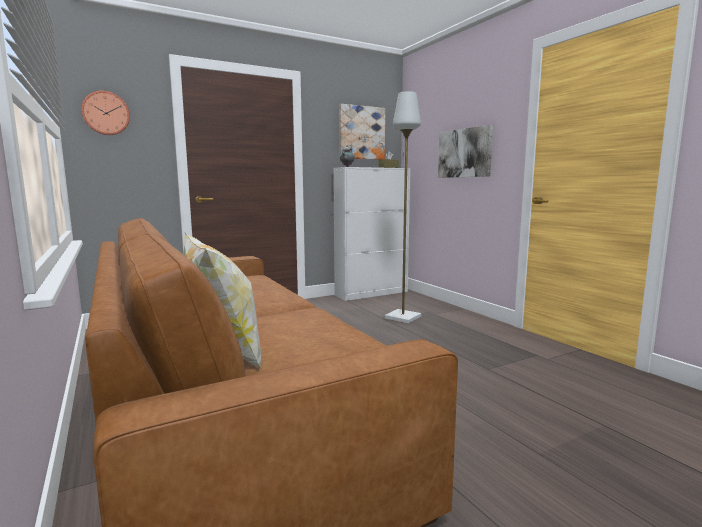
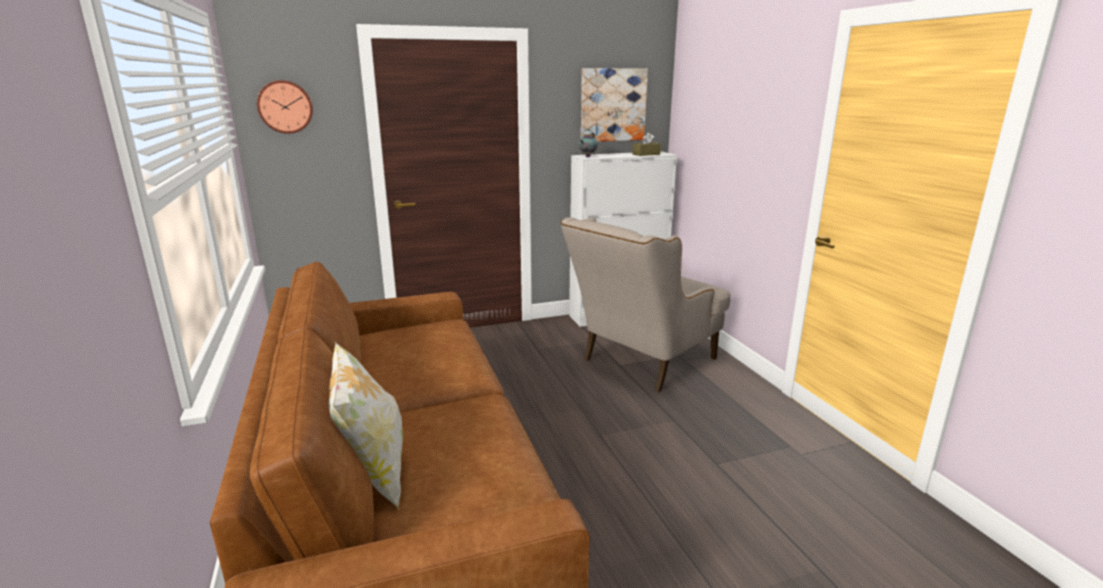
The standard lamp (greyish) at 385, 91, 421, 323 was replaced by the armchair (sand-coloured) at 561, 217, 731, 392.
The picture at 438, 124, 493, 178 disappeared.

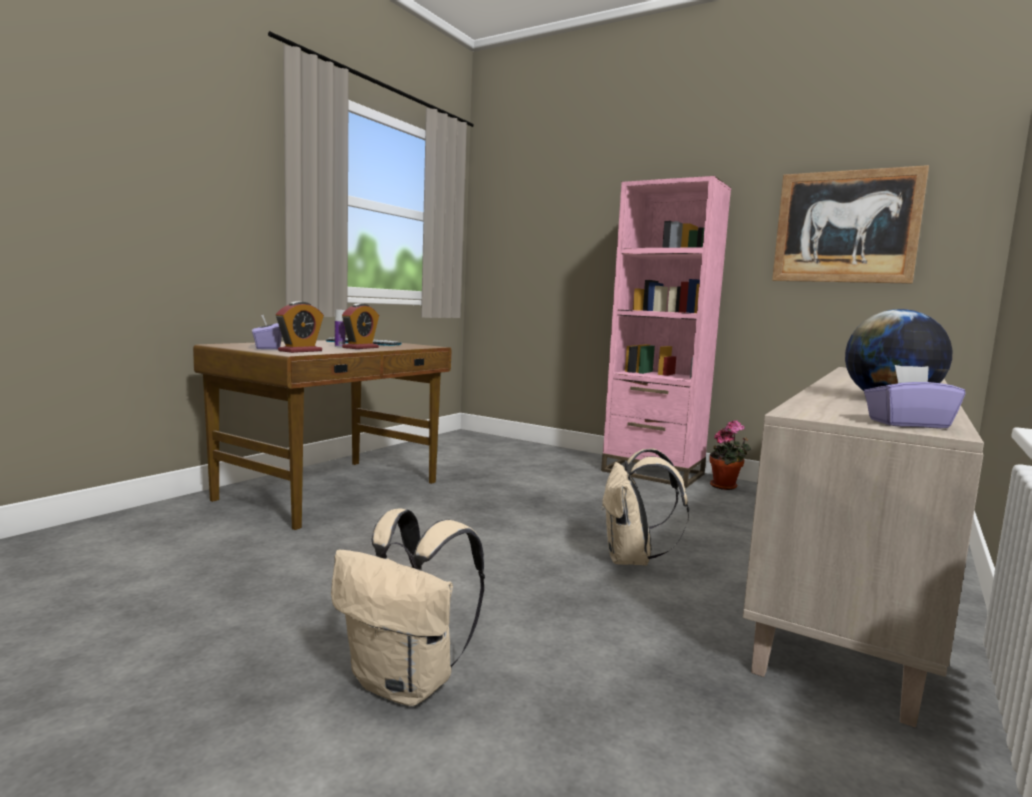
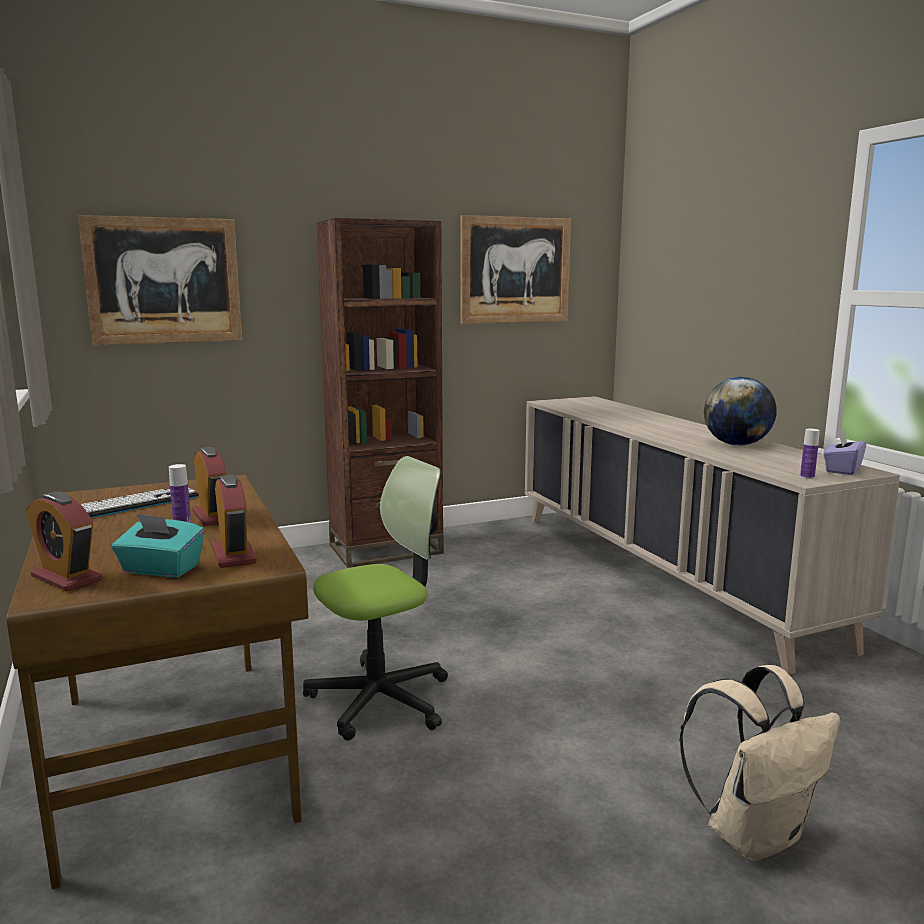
The shelving unit (pink-coloured) at 601, 176, 731, 488 became the shelving unit (brown-coloured) at 316, 218, 444, 568.
The tissue box (purple) at 252, 315, 282, 349 became the tissue box (turquoise) at 112, 514, 204, 577.
The houseplant at 709, 420, 751, 490 disappeared.
The rucksack (sand-coloured) at 601, 448, 689, 566 disappeared.
The picture at 78, 215, 242, 345 appeared.
The beverage bottle at 800, 429, 820, 479 appeared.
The office chair at 303, 456, 448, 741 appeared.
The bedside clock at 26, 492, 103, 592 appeared.

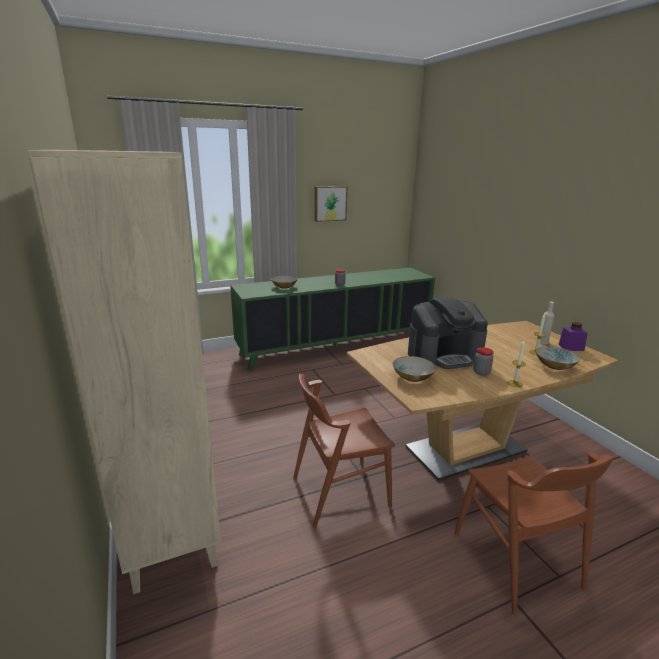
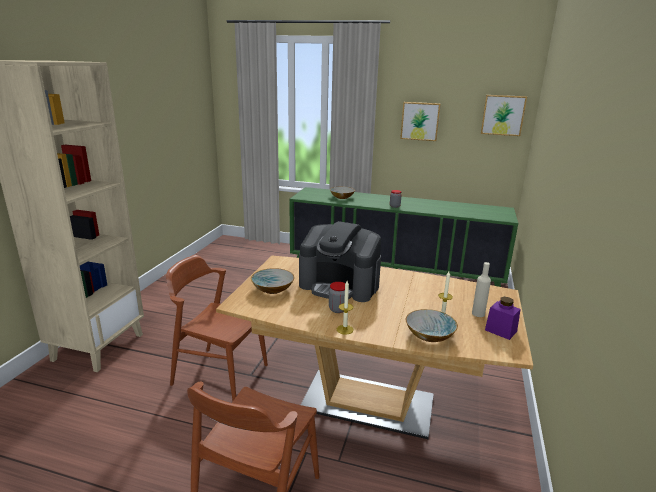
The picture at 481, 95, 527, 136 appeared.

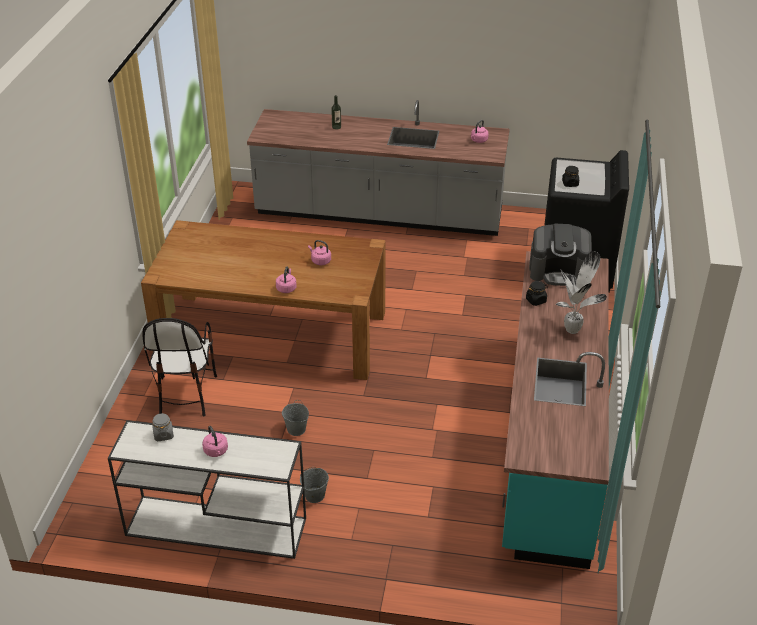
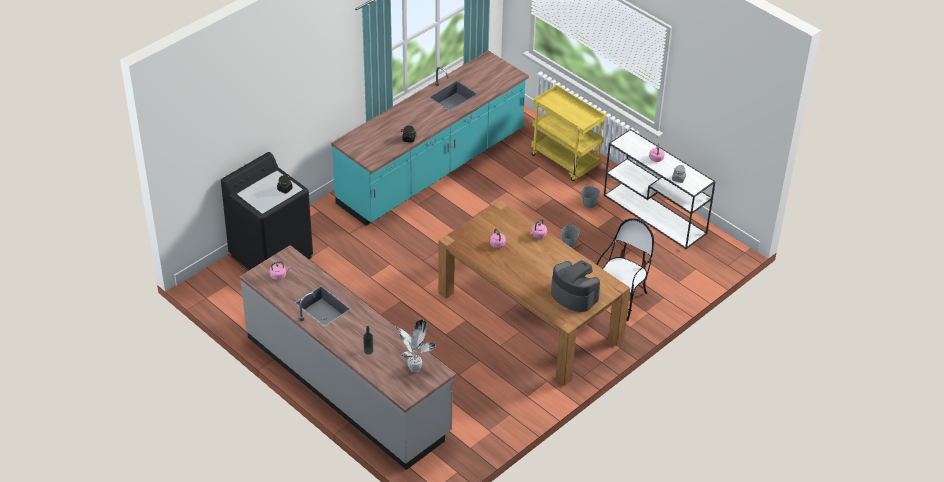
The coffee maker moved from 529, 224, 592, 286 to 551, 260, 600, 312.
The houseplant moved from 556, 251, 607, 334 to 396, 320, 435, 372.
The wheeled cart (yellow-coloured) at 531, 85, 606, 181 appeared.

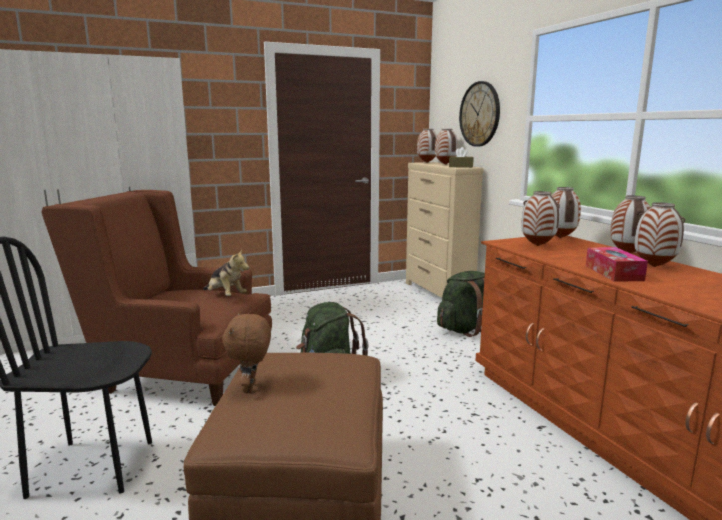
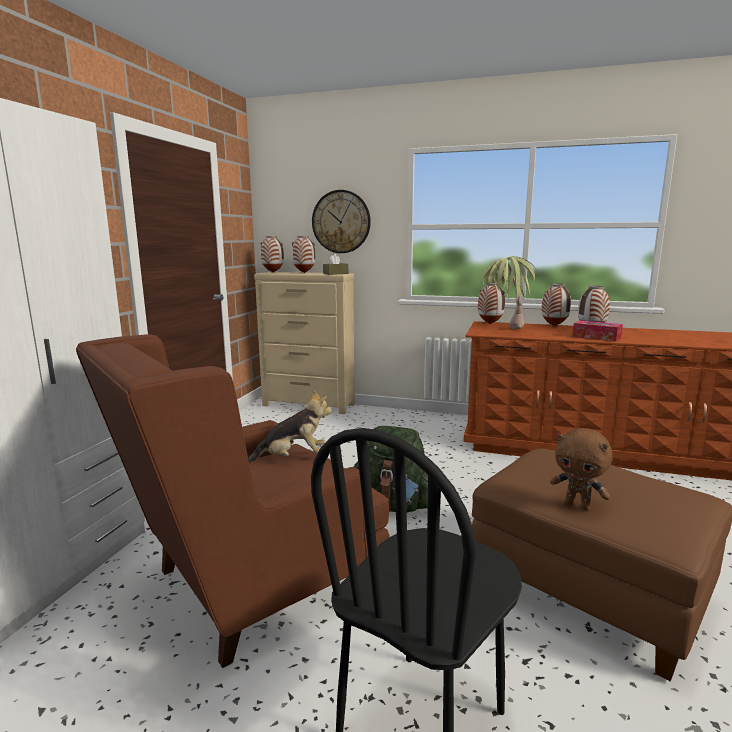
The flower vase at 521, 191, 560, 246 was replaced by the houseplant at 482, 256, 539, 329.
The rucksack (green-coloured) at 437, 271, 485, 337 disappeared.

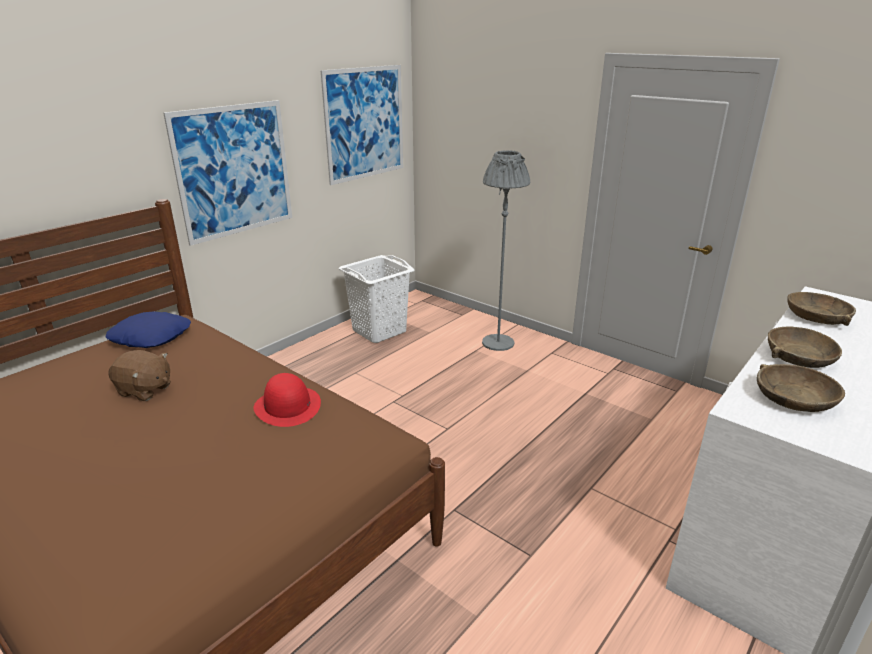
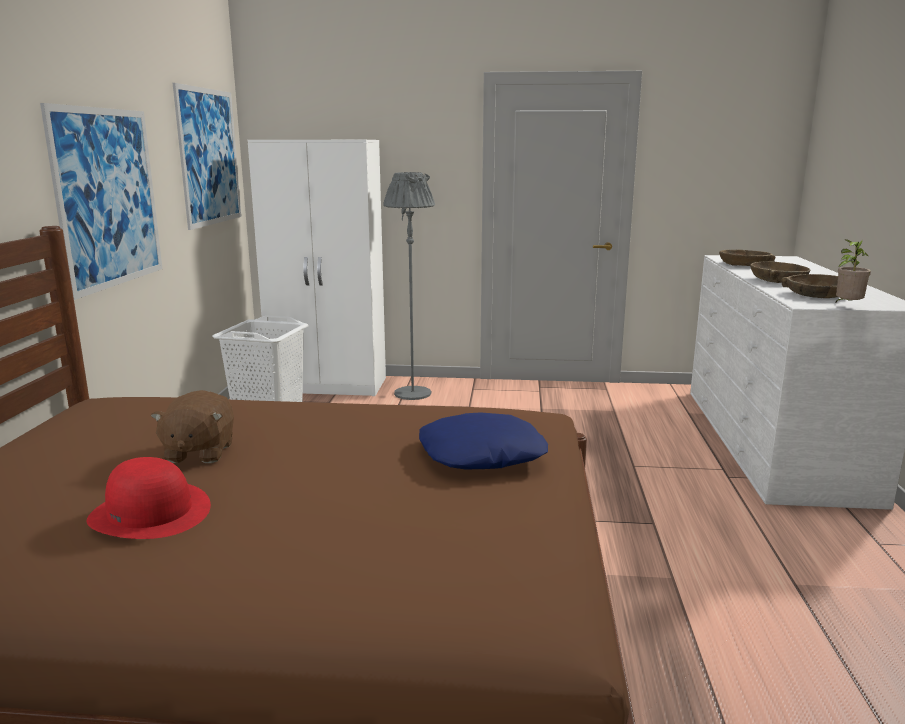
The pillow (blue-coloured) moved from 106, 312, 191, 348 to 419, 412, 548, 470.
The plush toy (brown-coloured) at 108, 350, 171, 401 turned 105 degrees clockwise.
The clothing hat (red-coloured) moved from 253, 373, 321, 427 to 87, 457, 211, 539.
The armoire (whitish) at 248, 140, 386, 396 appeared.
The houseplant at 836, 239, 871, 302 appeared.

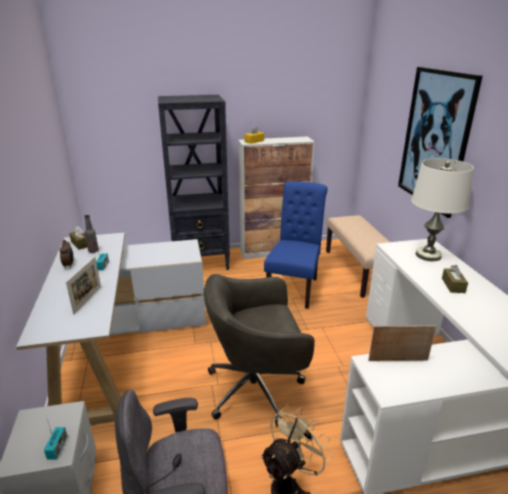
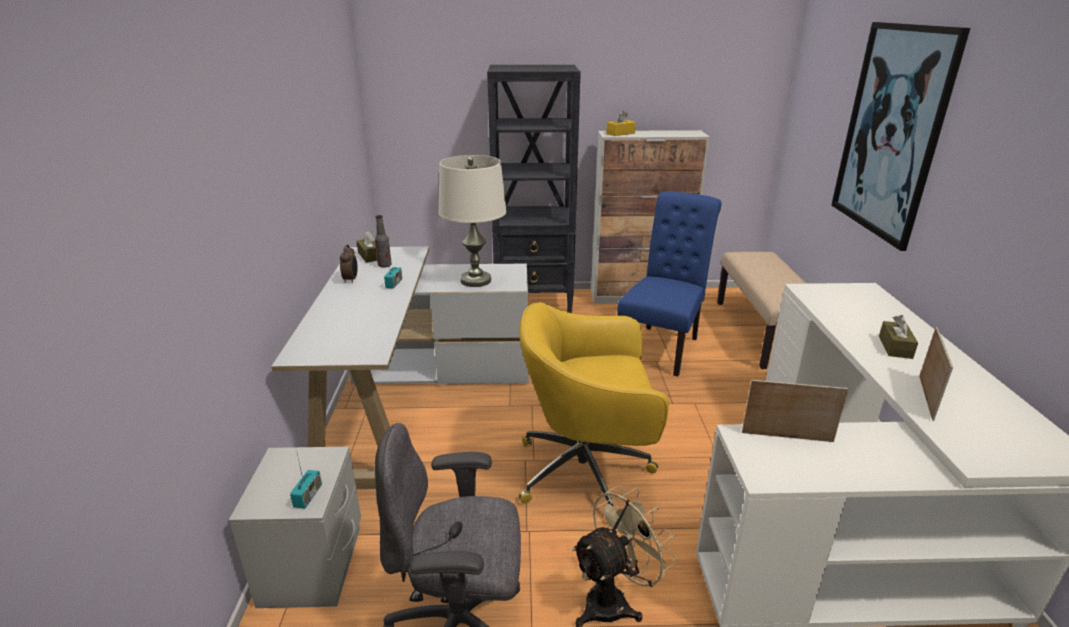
The tabletop lamp (whitish) moved from 411, 158, 474, 261 to 438, 155, 507, 287.
The photo frame moved from 66, 257, 101, 315 to 919, 327, 953, 421.
The office chair (greyish) at 204, 274, 315, 427 became the office chair (yellow-coloured) at 519, 302, 669, 506.

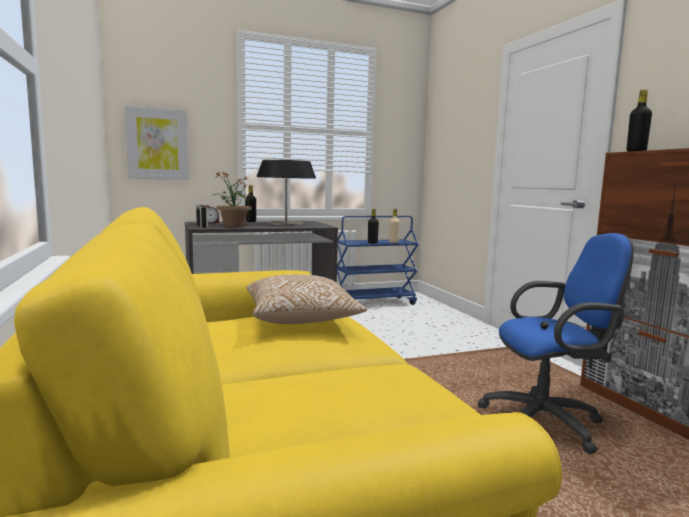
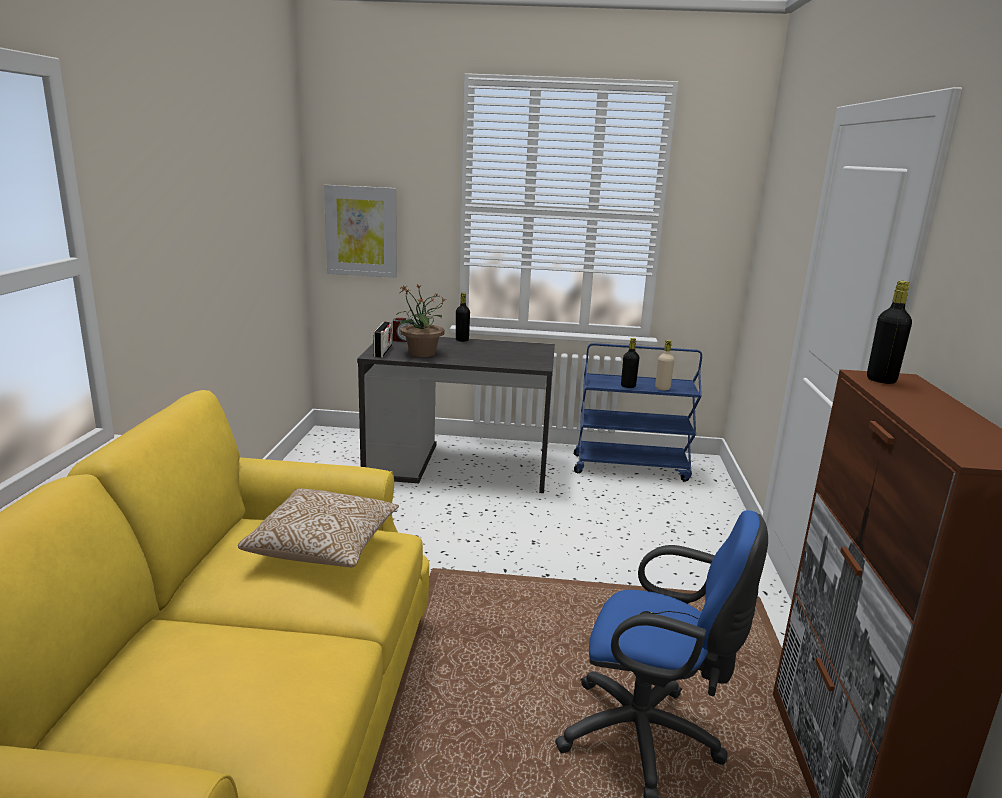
The tabletop lamp at 257, 160, 316, 225 disappeared.

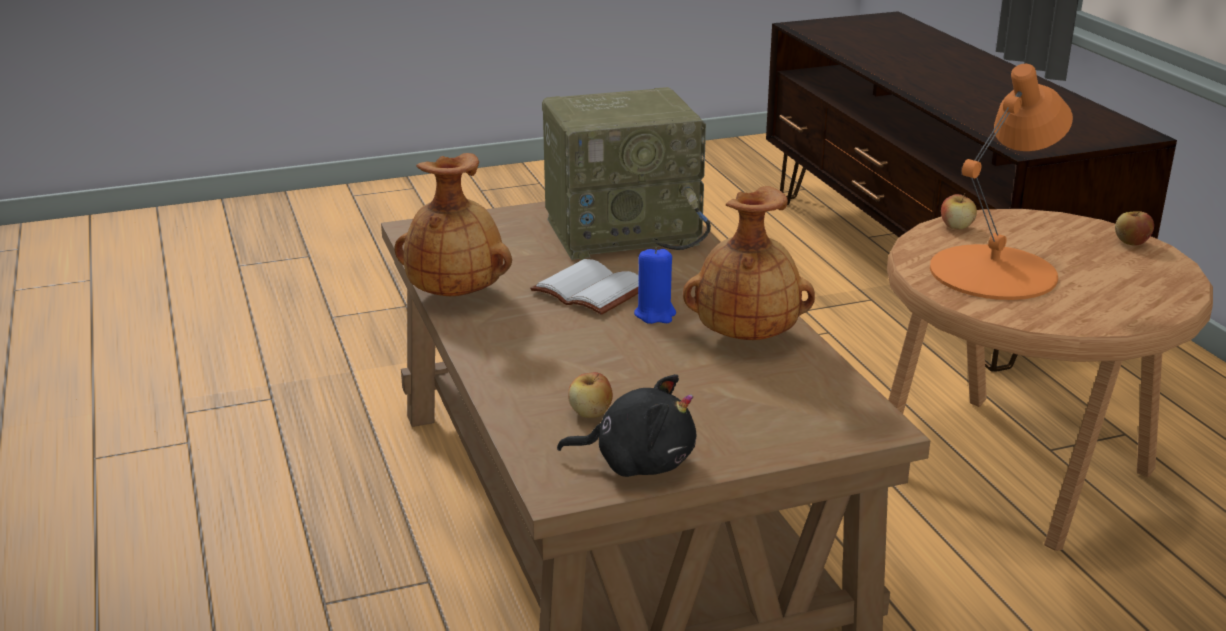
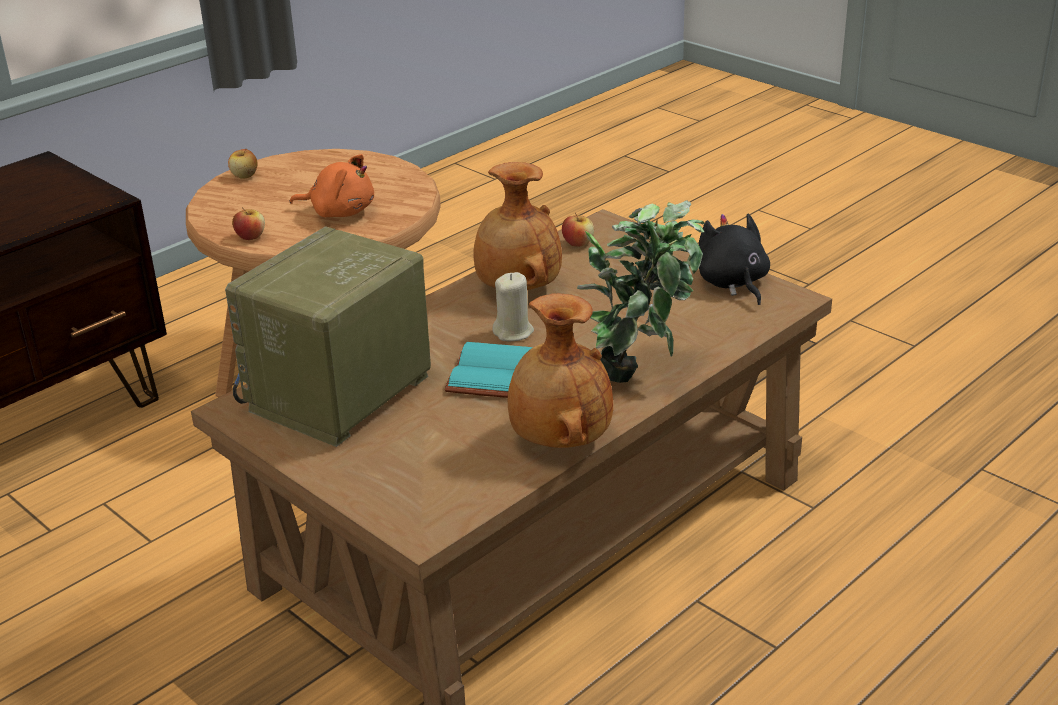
The tabletop lamp (orangey) at 930, 64, 1073, 300 was replaced by the plush toy (orangey) at 290, 154, 374, 217.
The radio receiver at 542, 87, 711, 260 turned 105 degrees counterclockwise.
The wax candle (blue-coloured) at 634, 247, 676, 324 became the wax candle (sand-coloured) at 492, 272, 534, 341.
The book (whitish) at 530, 259, 639, 315 became the book (turquoise) at 445, 342, 533, 398.
The whole apple moved from 568, 372, 613, 418 to 562, 213, 594, 247.
The houseplant at 577, 200, 706, 383 appeared.

